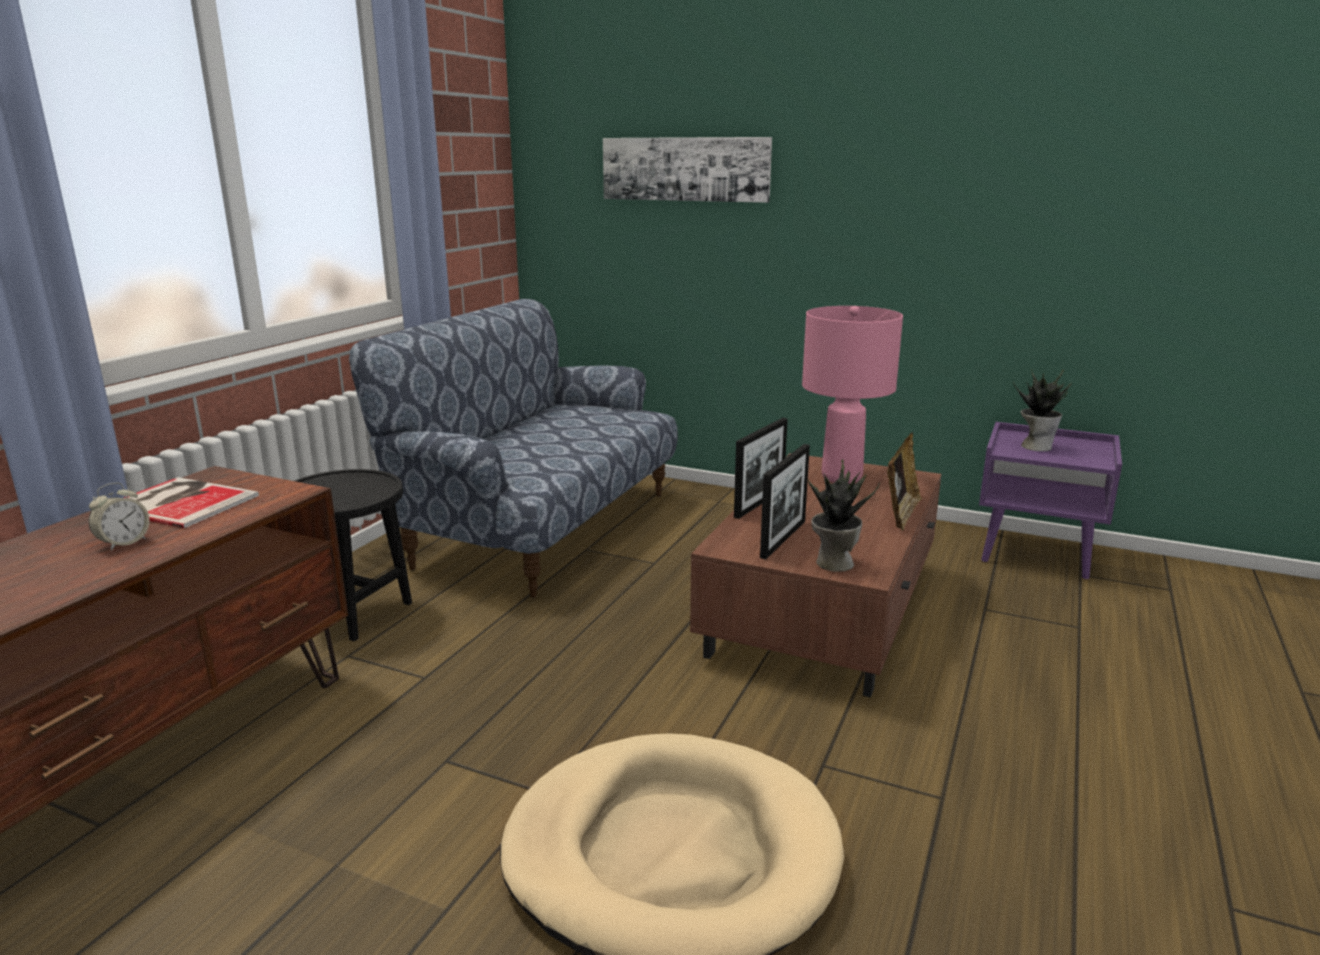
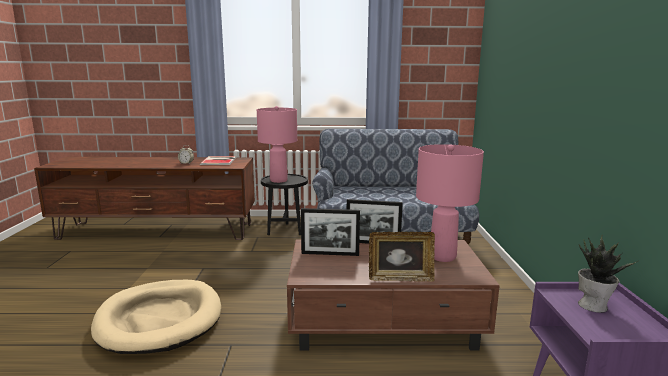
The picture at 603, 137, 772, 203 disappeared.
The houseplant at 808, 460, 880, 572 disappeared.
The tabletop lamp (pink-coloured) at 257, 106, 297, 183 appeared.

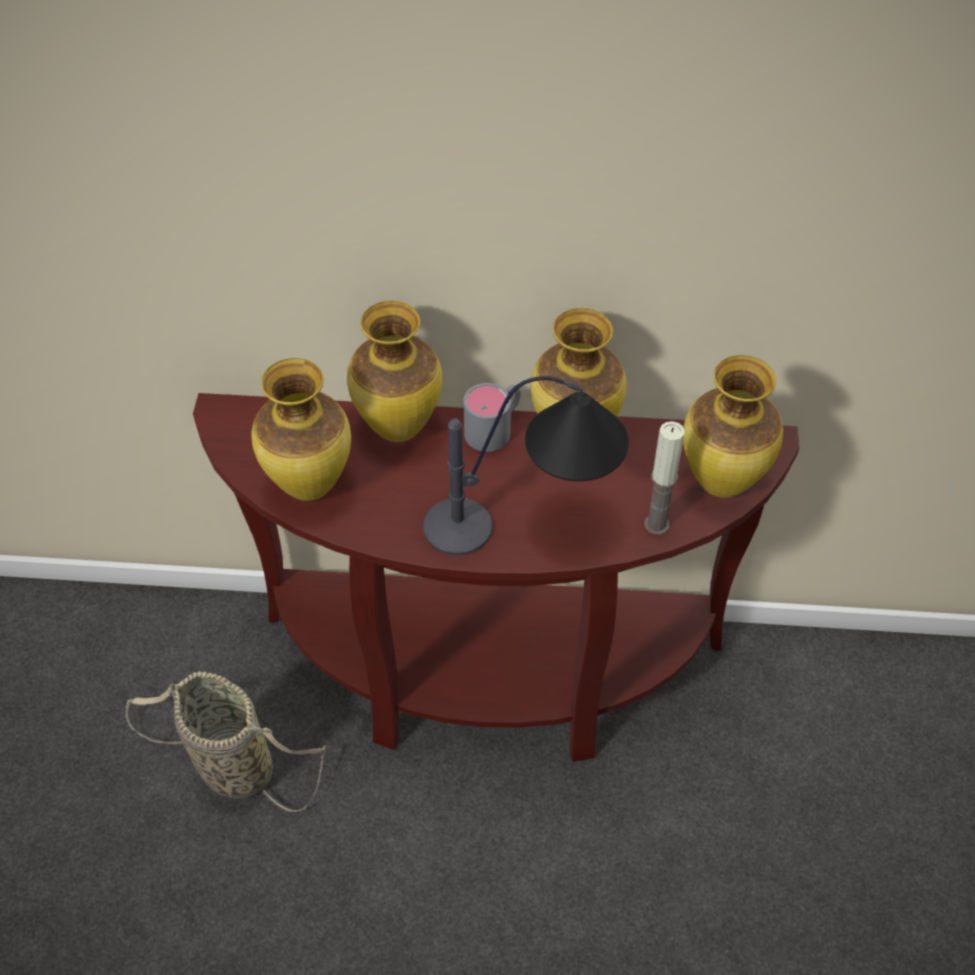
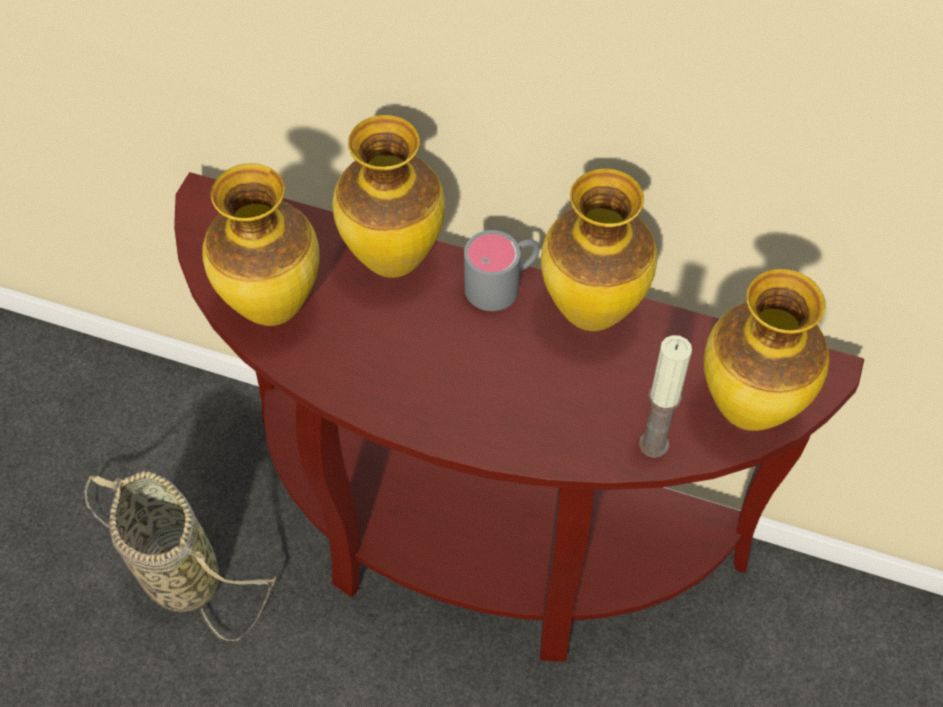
The tabletop lamp at 423, 376, 629, 555 disappeared.

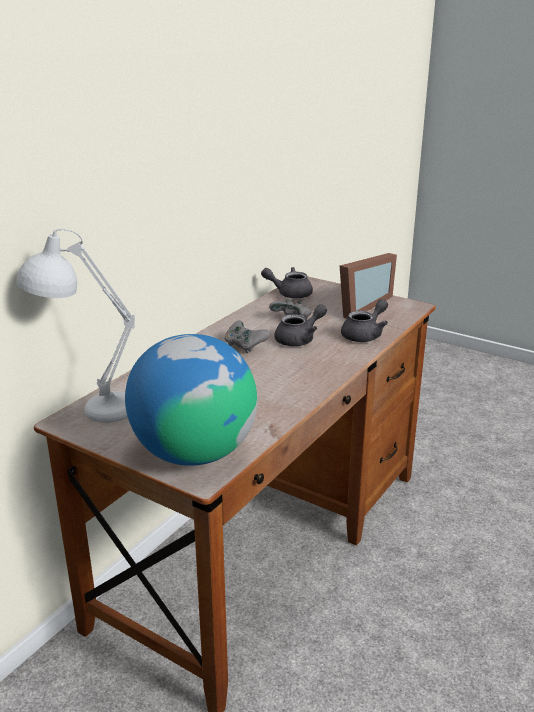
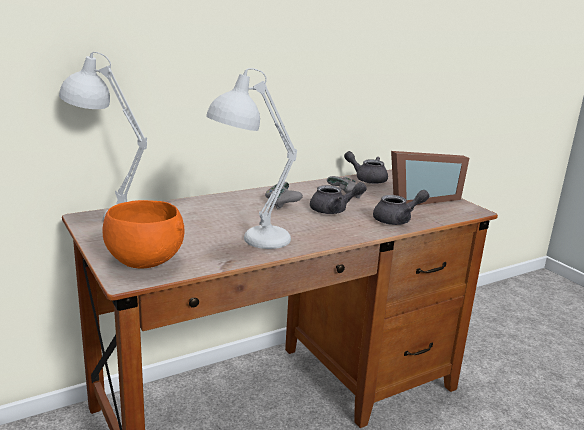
The world globe at 125, 334, 257, 466 was replaced by the bowl (orangey) at 103, 200, 184, 269.
The tabletop lamp (whitish) at 206, 68, 297, 249 appeared.

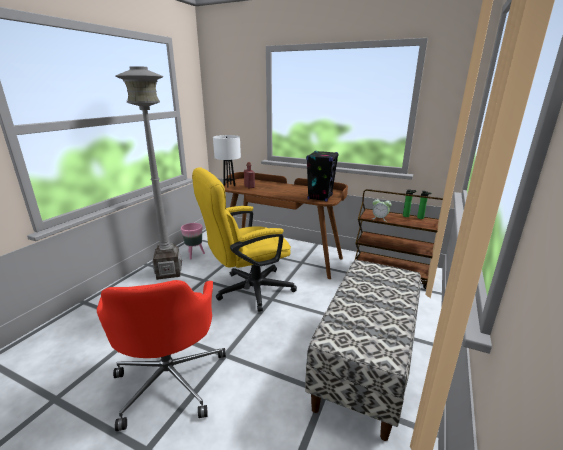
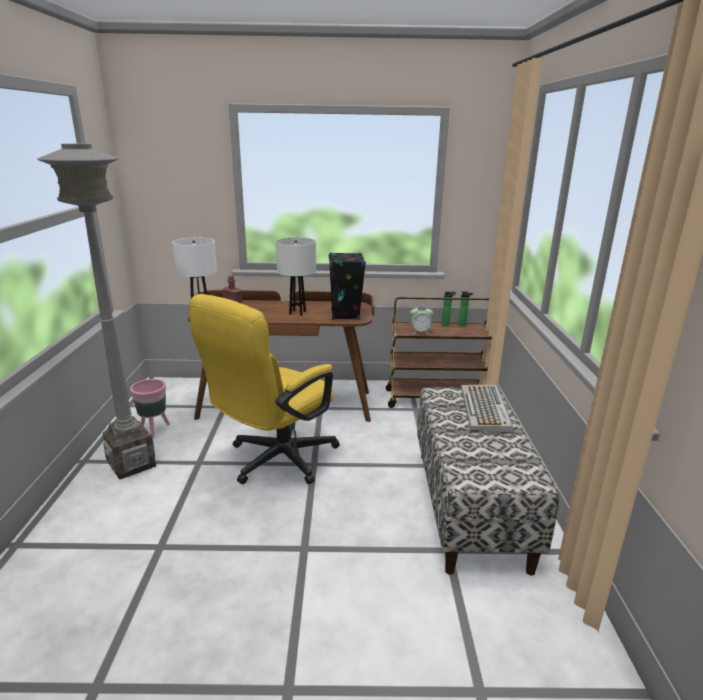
The office chair (red-coloured) at 97, 280, 226, 431 disappeared.
The tabletop lamp (whitish) at 276, 237, 316, 316 appeared.
The keyboard at 461, 385, 513, 433 appeared.

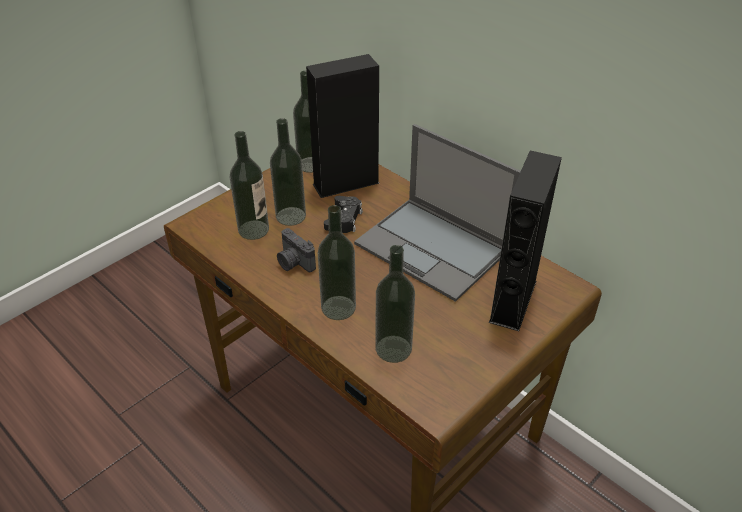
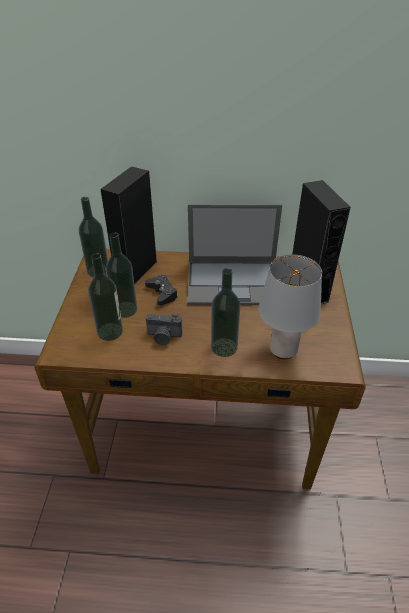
The beverage bottle at 375, 245, 415, 363 was replaced by the tabletop lamp (greyish) at 259, 255, 322, 359.

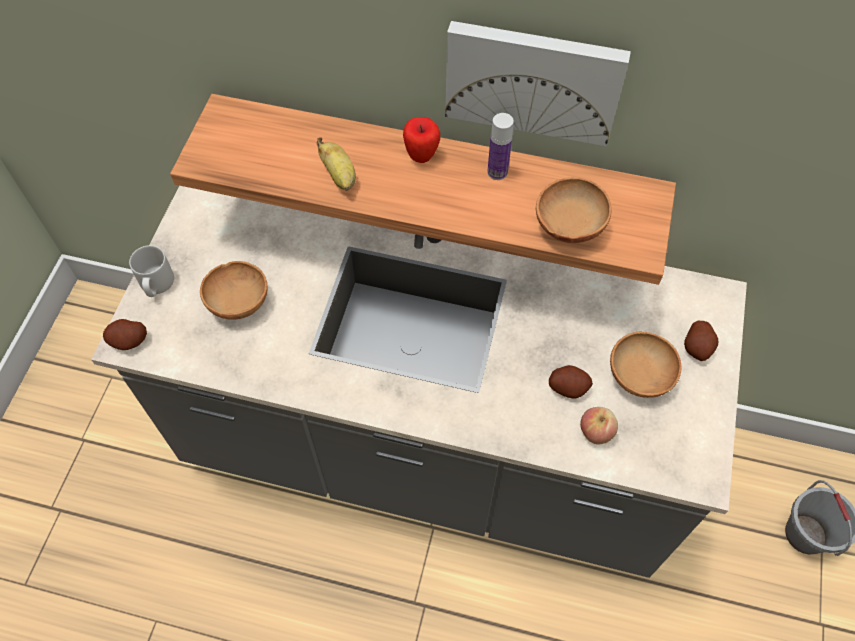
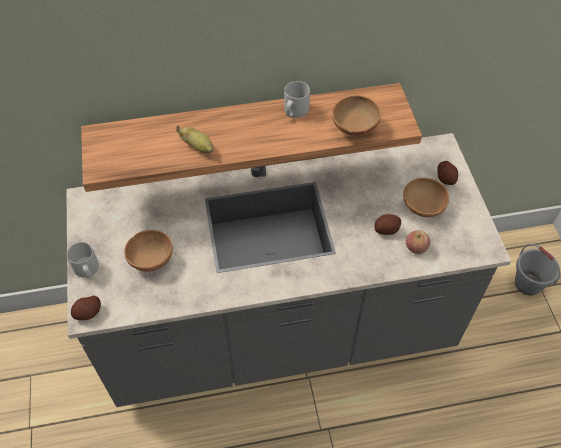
The picture at 445, 21, 631, 146 disappeared.
The beverage bottle at 487, 113, 514, 180 was replaced by the coffee mug (greyish) at 284, 81, 310, 118.
The whole apple at 403, 117, 440, 163 disappeared.

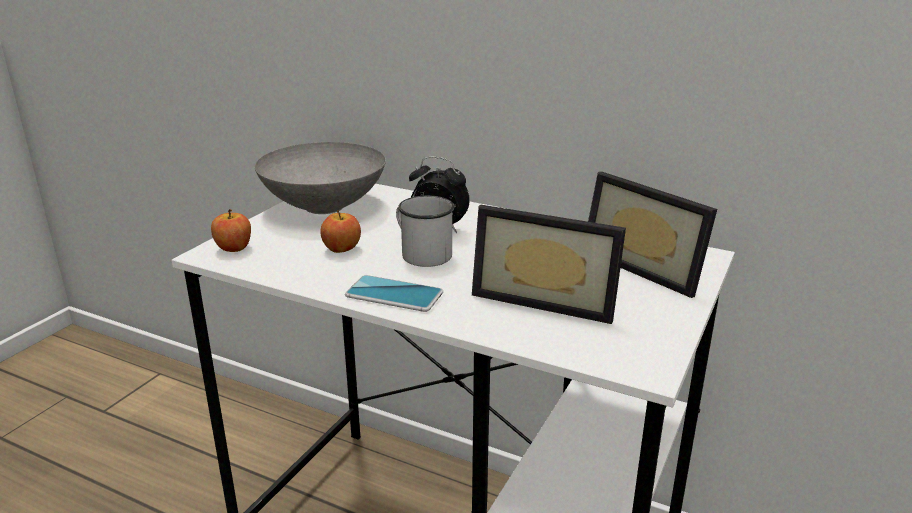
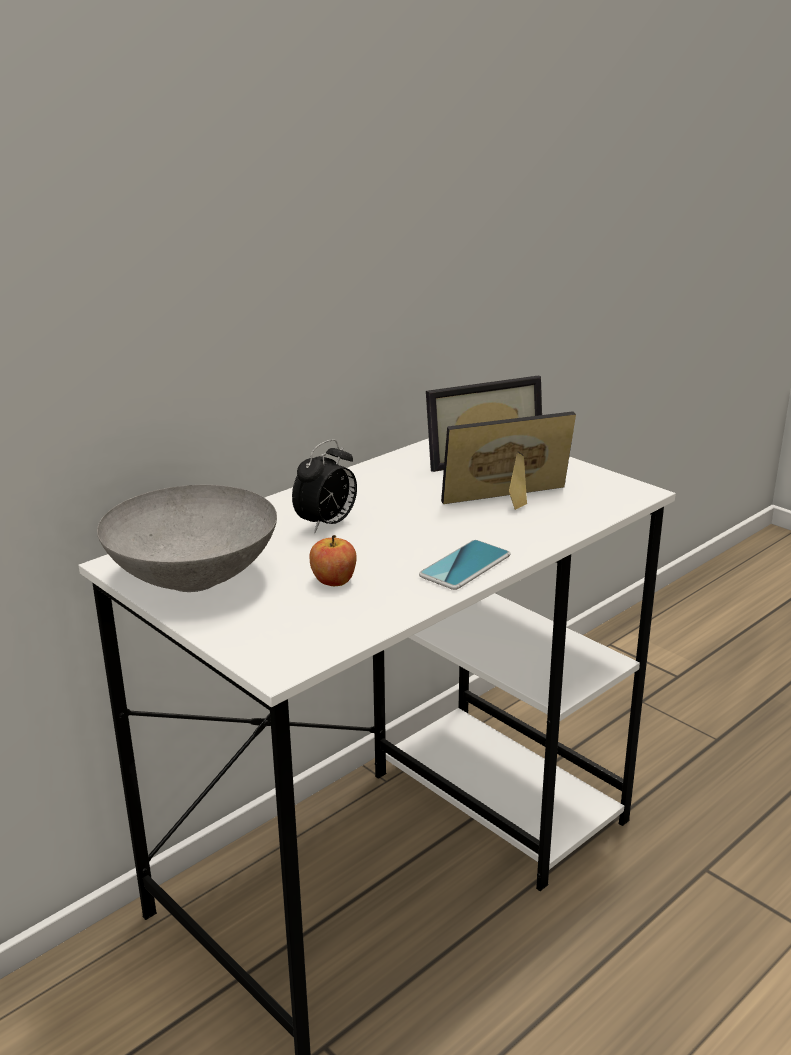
The coffee mug (whitish) at 396, 195, 454, 267 disappeared.
The photo frame at 472, 205, 626, 324 turned 150 degrees counterclockwise.
The whole apple at 211, 209, 251, 252 disappeared.

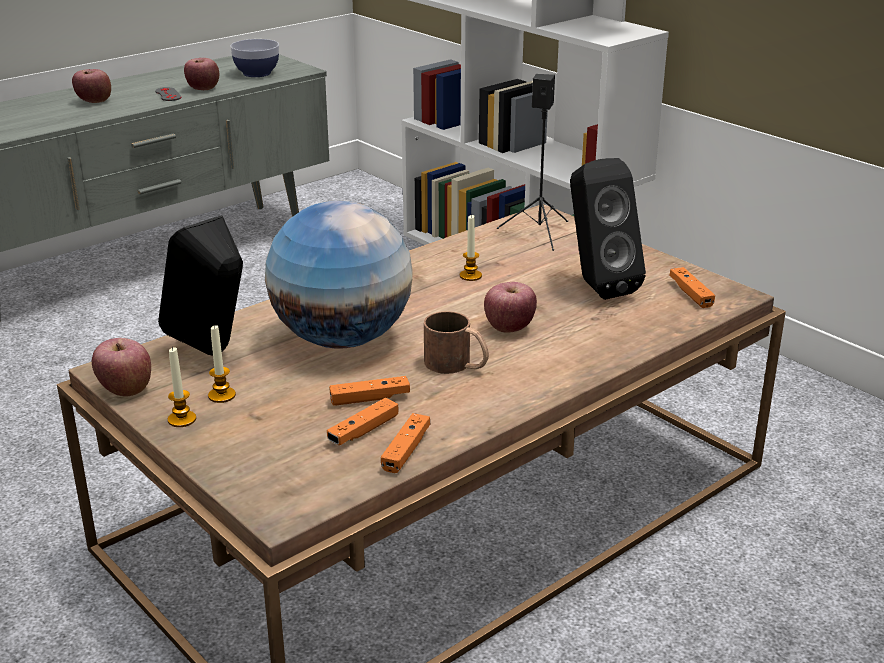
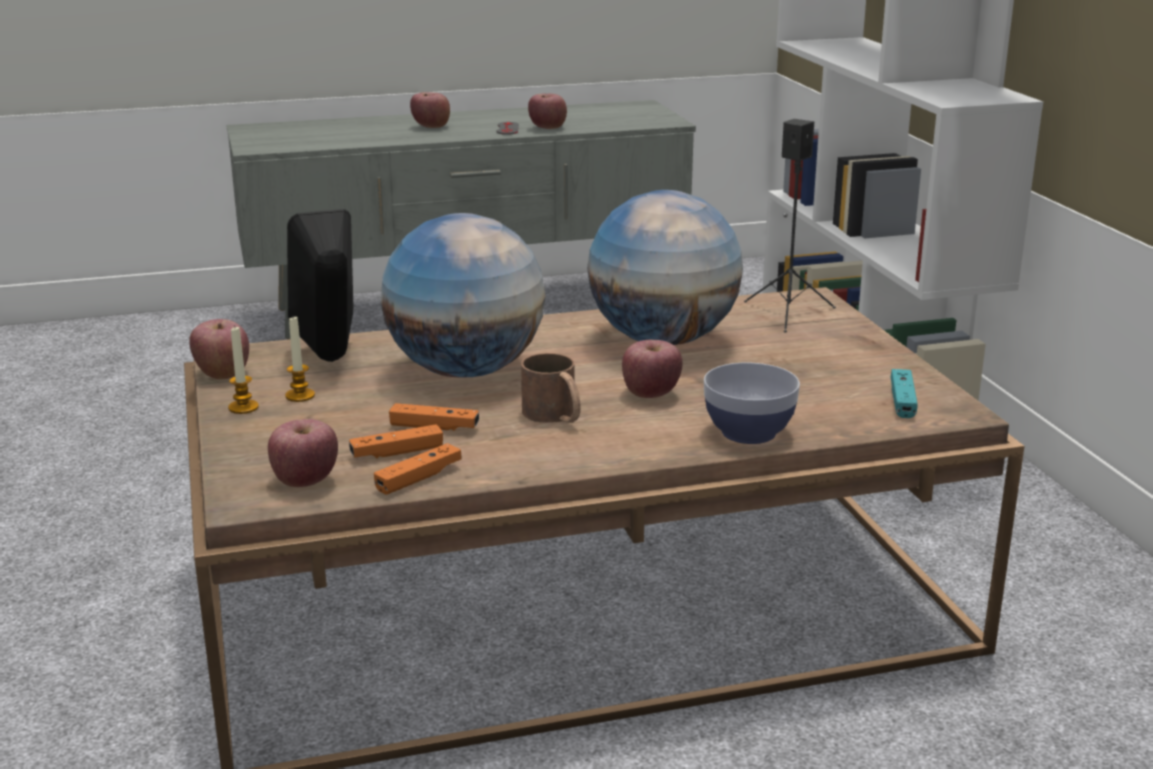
The bowl moved from 230, 39, 279, 77 to 704, 363, 800, 444.
The loudspeaker (black) at 570, 158, 646, 300 disappeared.
The wax candle at 460, 214, 482, 281 was replaced by the world globe at 587, 190, 743, 345.
The gamepad (orangey) at 670, 267, 715, 308 became the gamepad (turquoise) at 890, 369, 918, 418.
The whole apple at 268, 419, 338, 487 appeared.

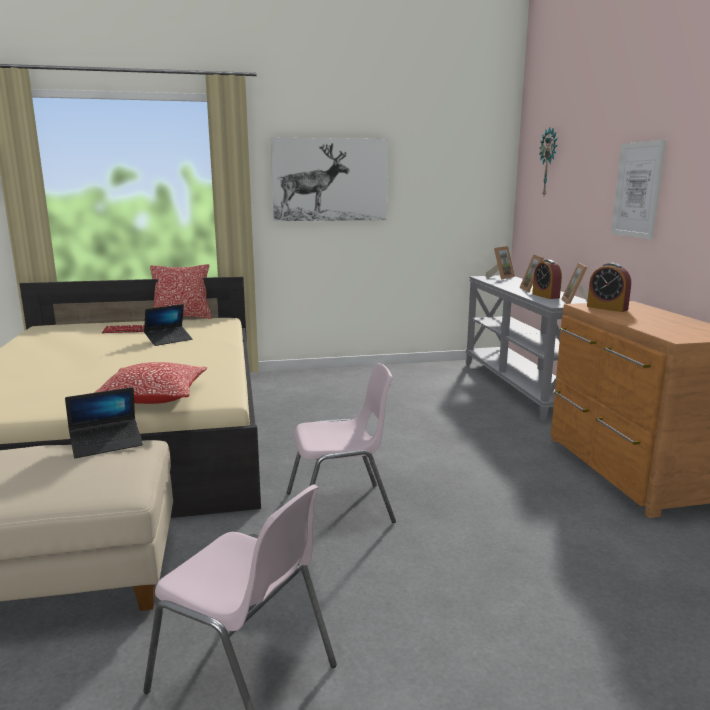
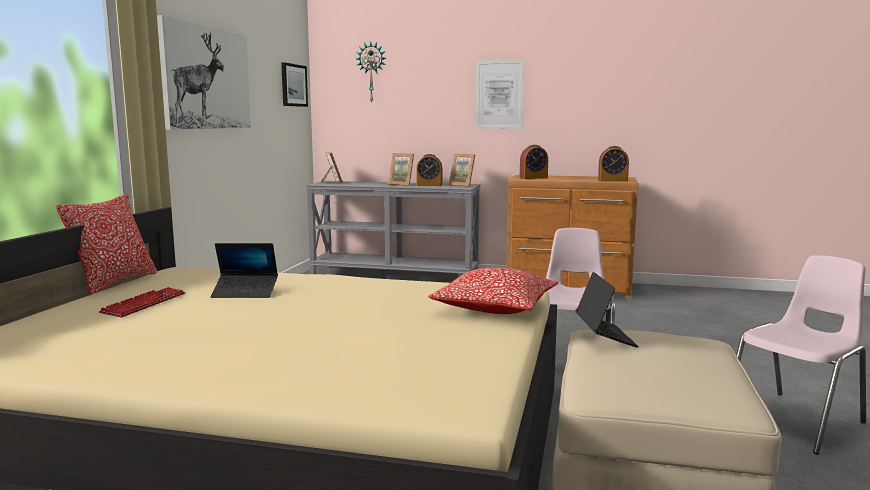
The notebook computer at 144, 304, 192, 346 turned 105 degrees clockwise.
The picture at 281, 62, 308, 107 appeared.
The bedside clock at 598, 146, 629, 182 appeared.

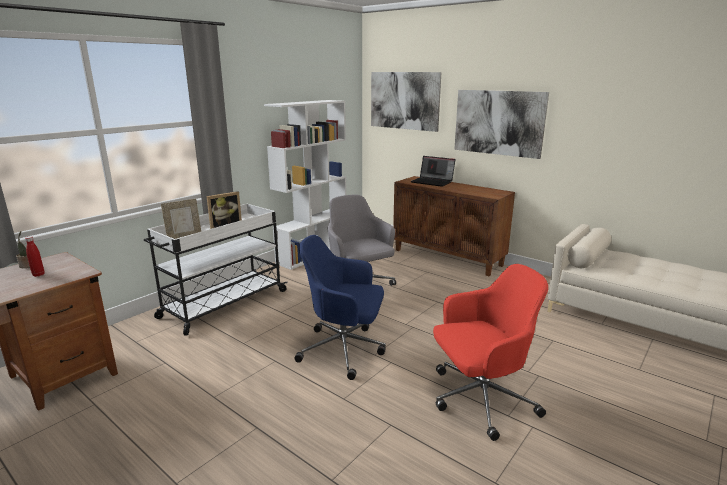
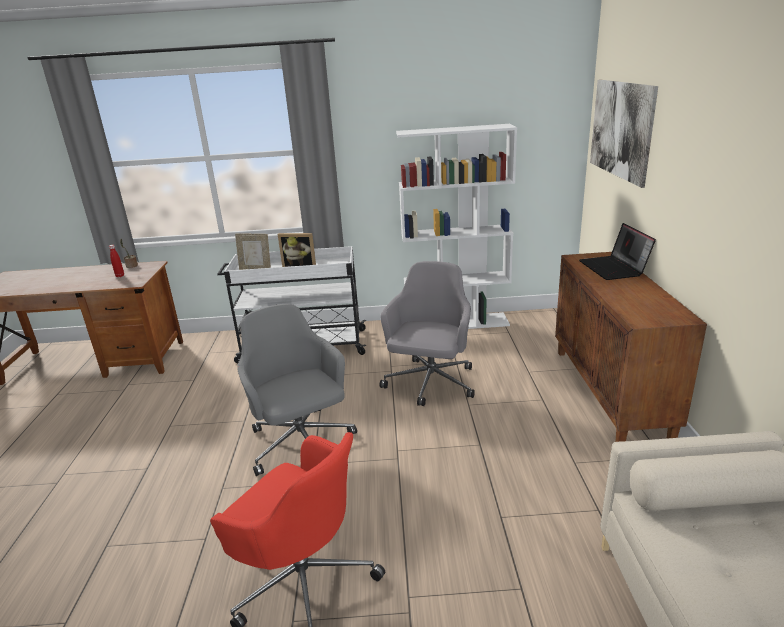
The picture at 454, 90, 549, 159 disappeared.
The office chair (blue-coloured) at 294, 235, 386, 380 became the office chair (greyish) at 238, 304, 357, 476.

